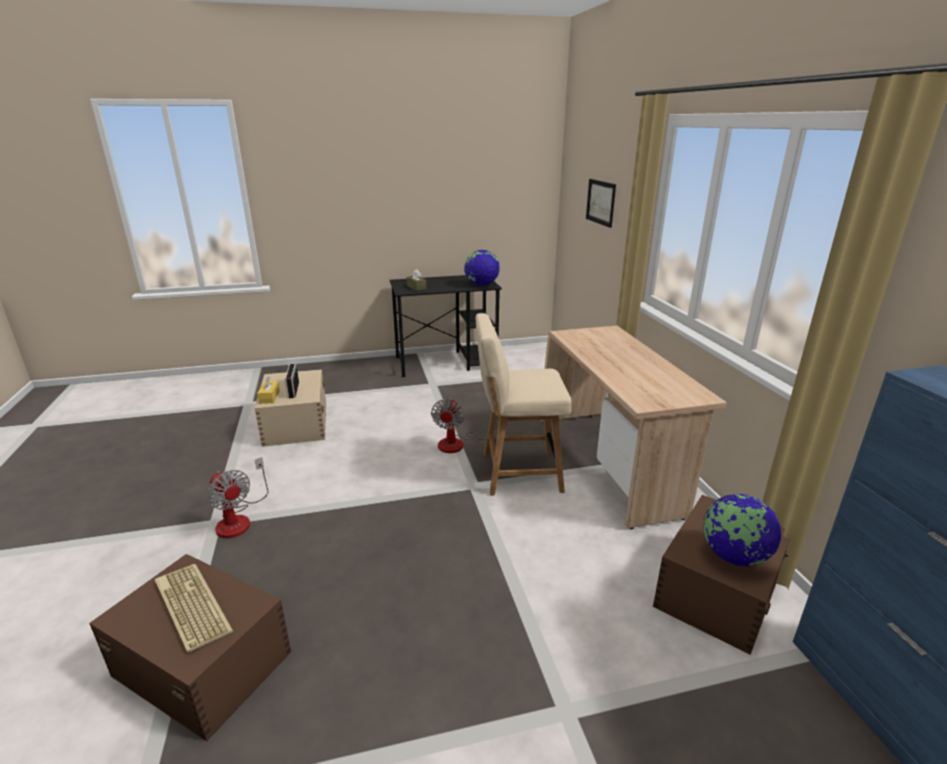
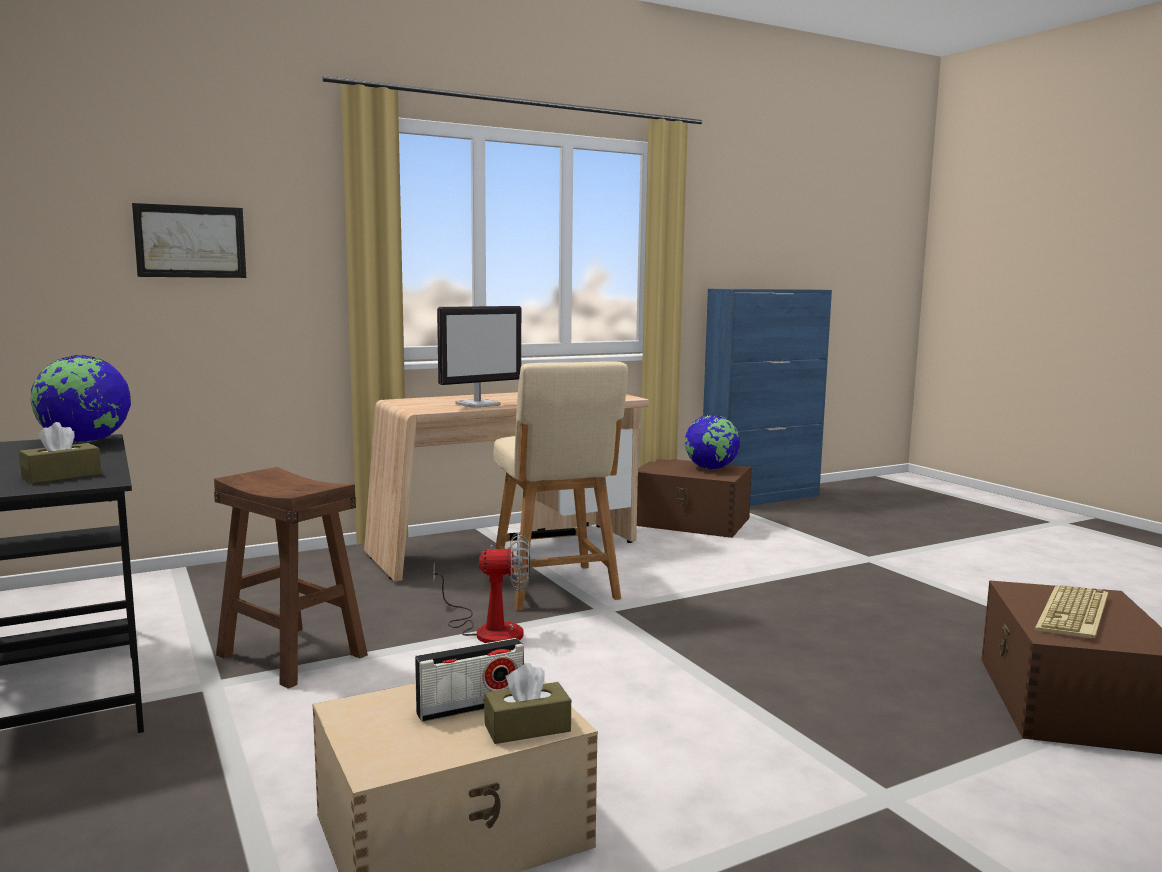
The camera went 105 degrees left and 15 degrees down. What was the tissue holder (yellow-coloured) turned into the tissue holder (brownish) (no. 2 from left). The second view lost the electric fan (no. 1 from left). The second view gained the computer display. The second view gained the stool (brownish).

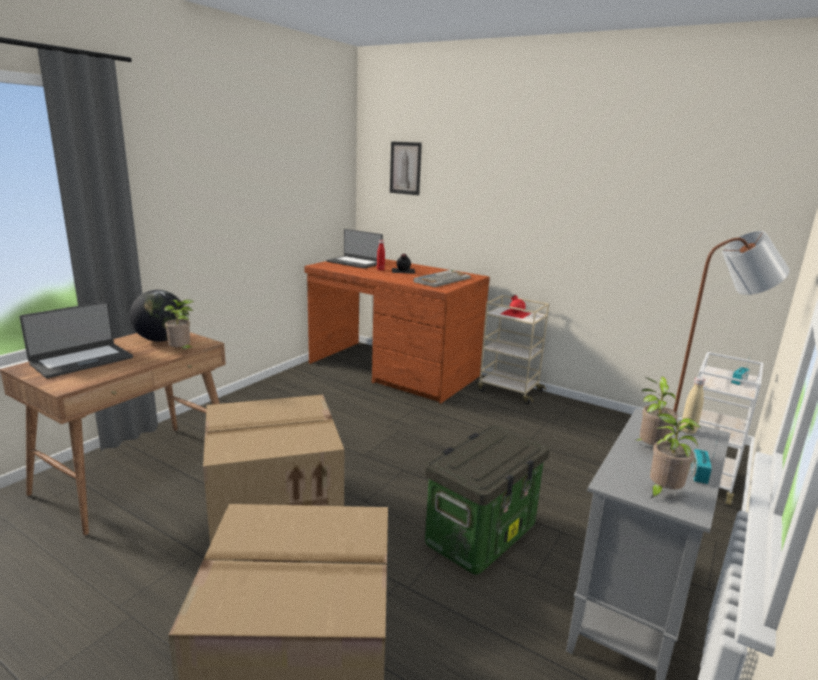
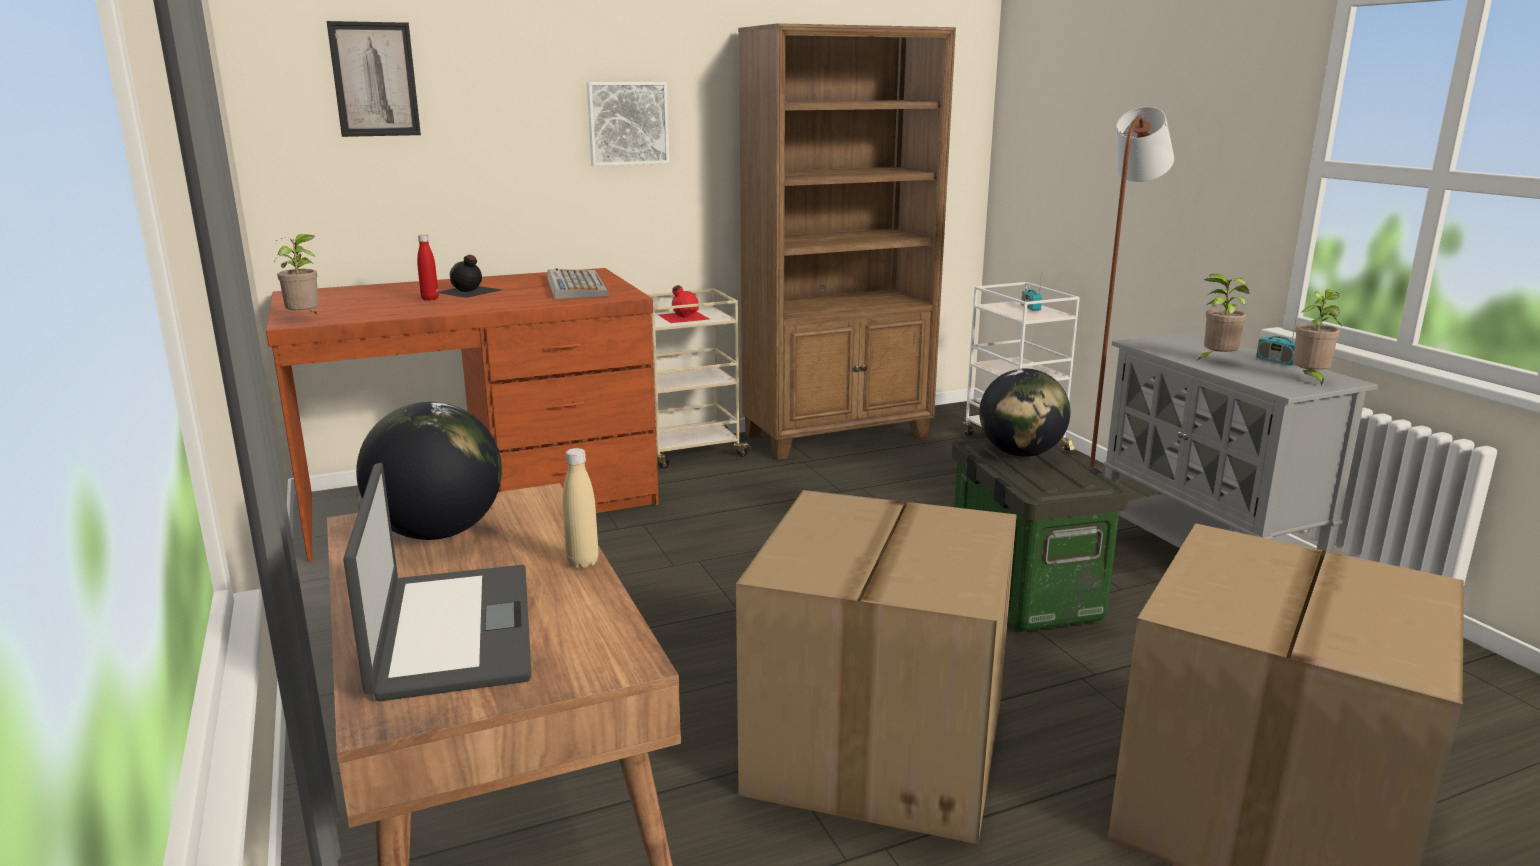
The camera went 55 degrees left and 0 degrees up. The second view lost the laptop (no. 2 from left). The plant in a pot (no. 1 from left) ended up elsewhere. The drink bottle (beige-coloured) ended up elsewhere. The second view gained the bookshelf (brownish). The second view gained the wall picture (no. 2 from left). The second view gained the globe (no. 2 from left).

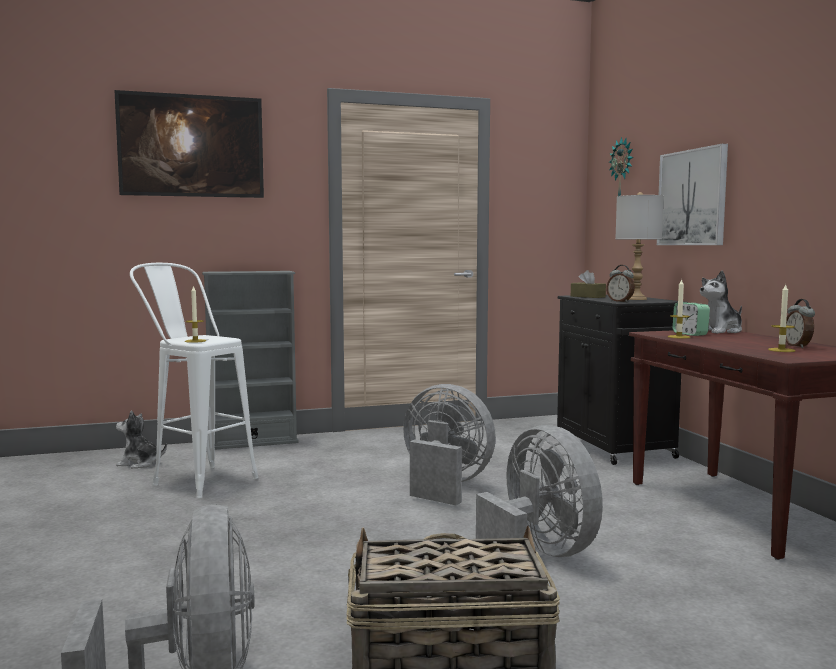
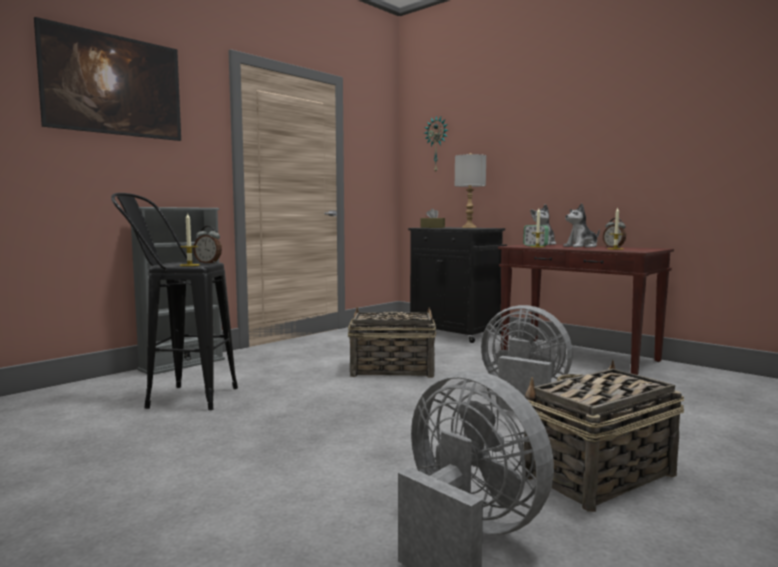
The camera went 30 degrees left and 0 degrees up. The second view lost the wall picture (no. 2 from left). What was the stool (white-coloured) turned into the stool (black). The table clock (no. 1 from left) ended up elsewhere. Where the electric fan (grey) (no. 2 from left) stood, the basket (no. 1 from left) came to stand. The soft toy (no. 1 from left in the first image) ended up elsewhere.

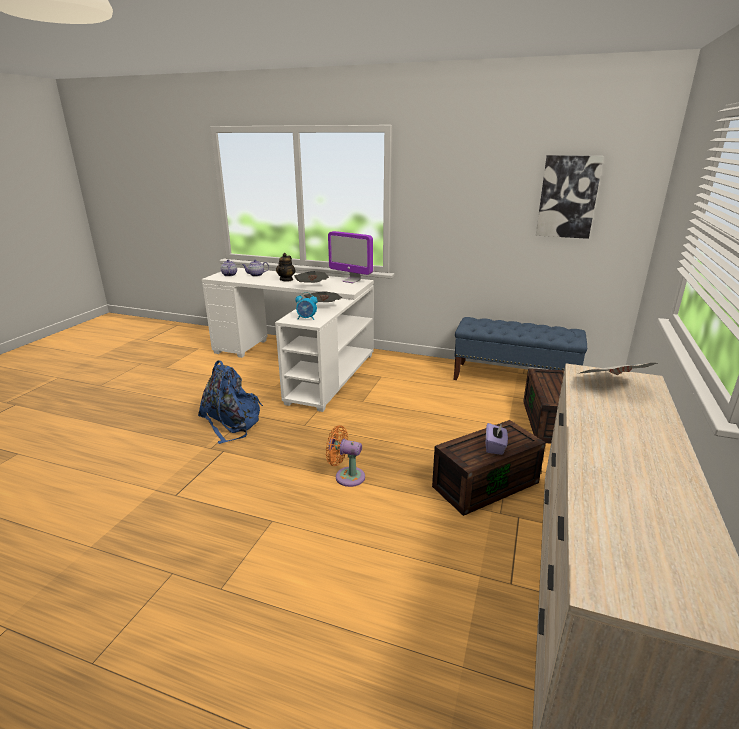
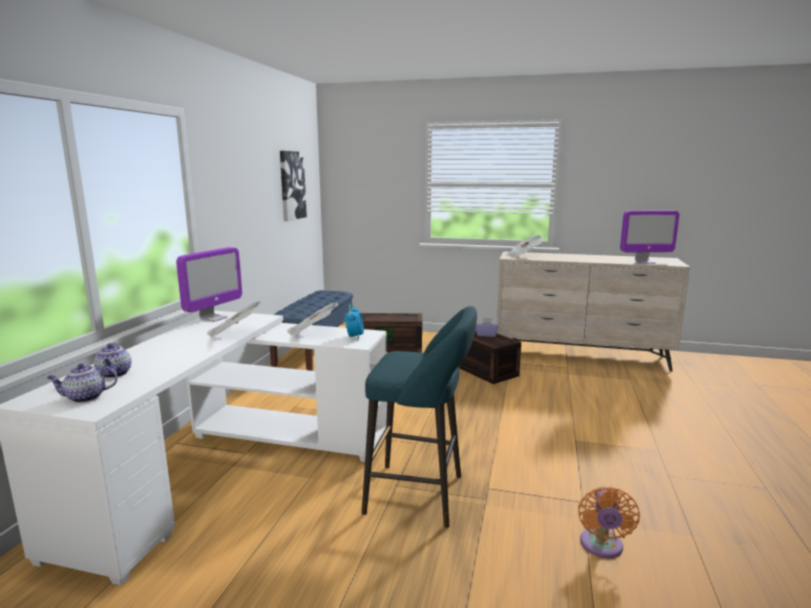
The camera went 95 degrees left and 10 degrees down. The second view lost the pot for tea (no. 3 from left). Where the rucksack (bluish) stood, the stool (turquoise-coloured) came to stand. The electric fan (orange-coloured) ended up elsewhere. The second view gained the computer display (no. 2 from left).

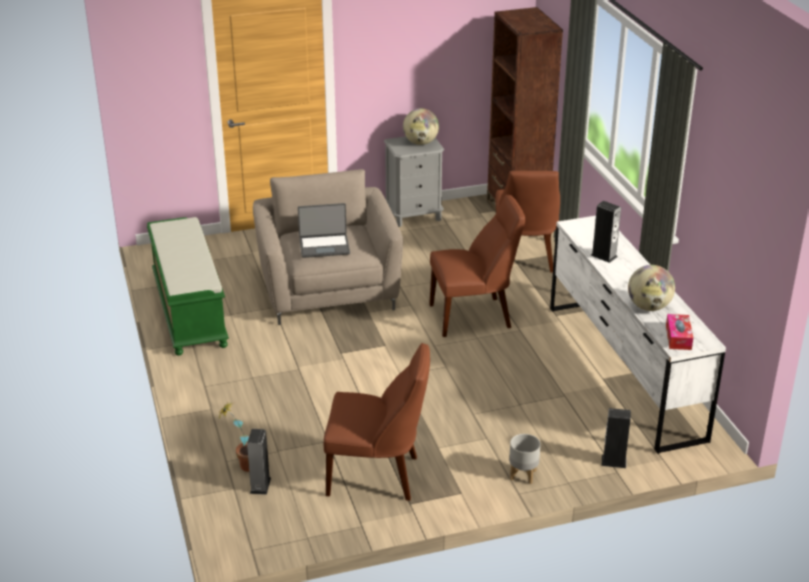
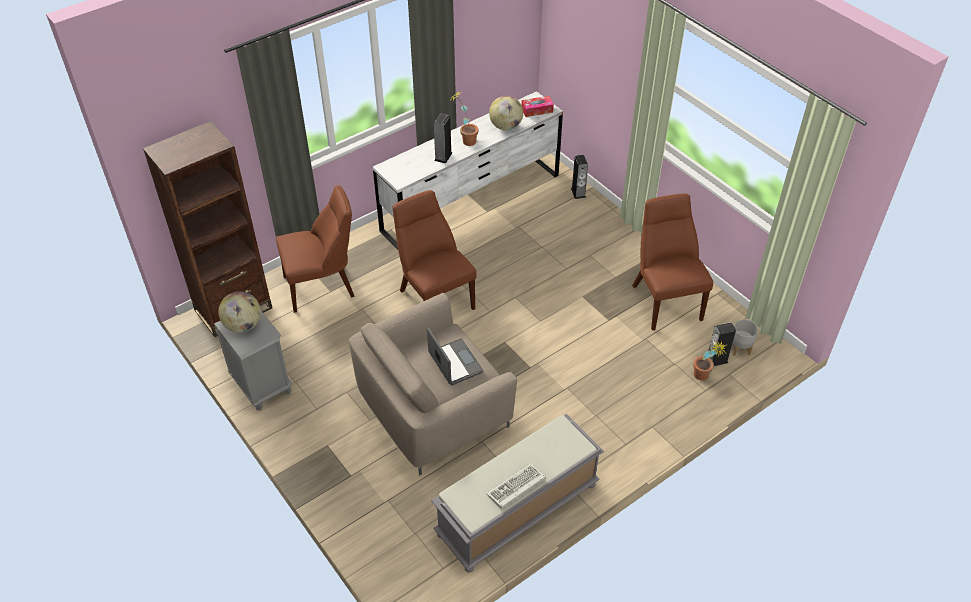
The camera went 110 degrees left and 15 degrees up. What was the bench (greenish) turned into the bench (grey). The flower pot (grey) ended up elsewhere. The second view gained the plant in a pot (no. 1 from left). The second view gained the computer keyboard.

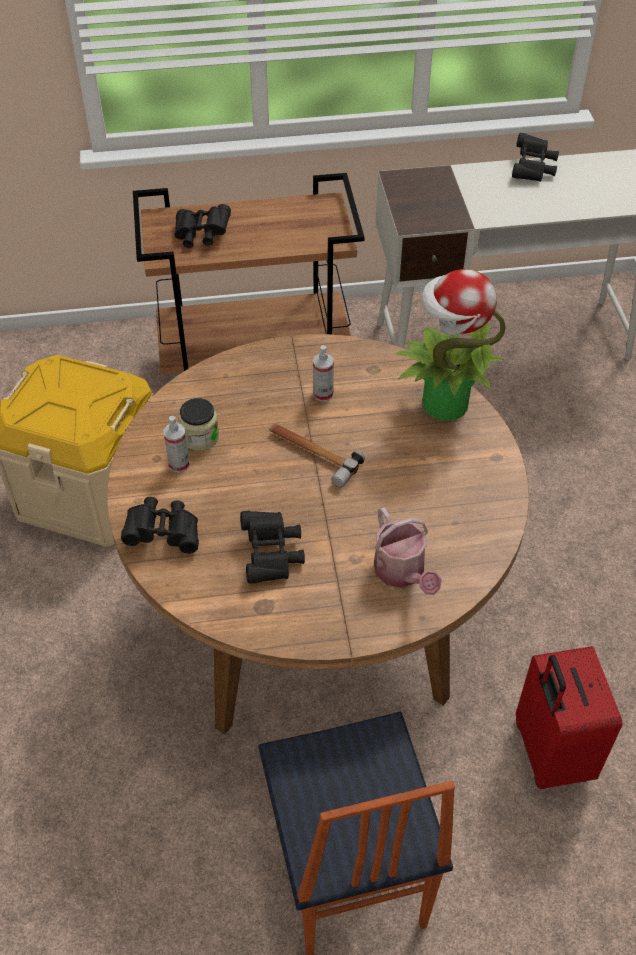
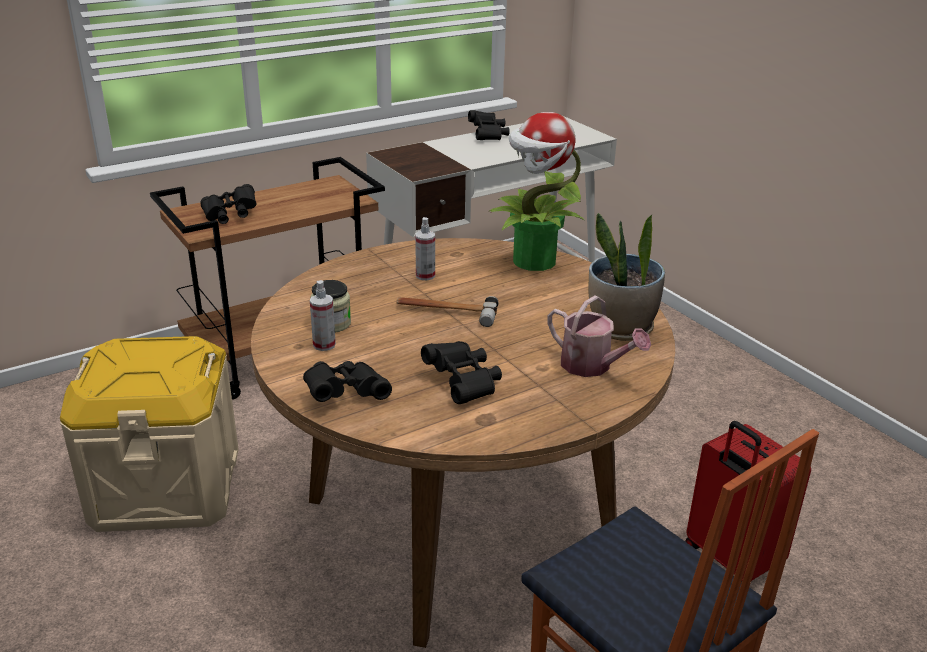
The camera went 25 degrees left and 20 degrees down. The second view gained the plant in a pot (no. 2 from left).

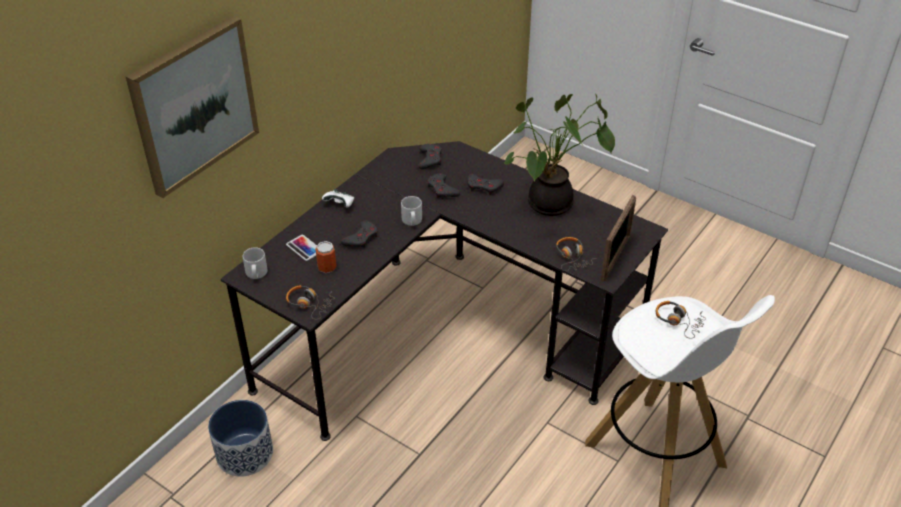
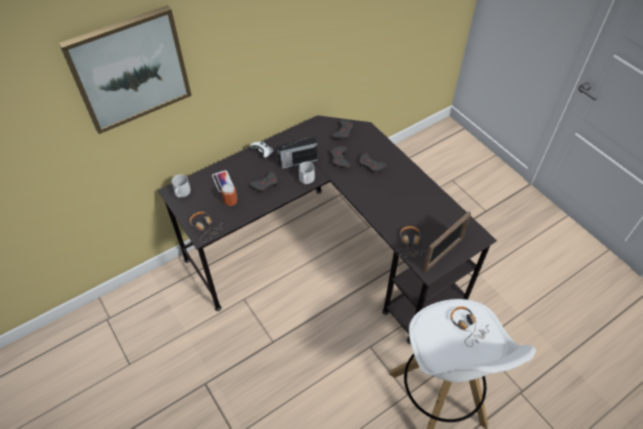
The camera went 20 degrees right and 10 degrees up. The second view lost the plant in a pot. The second view lost the flower pot. The second view gained the radio.

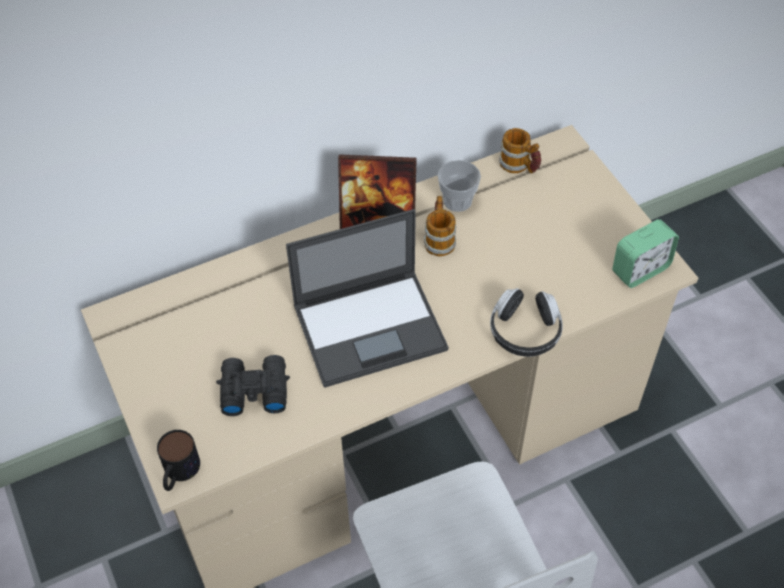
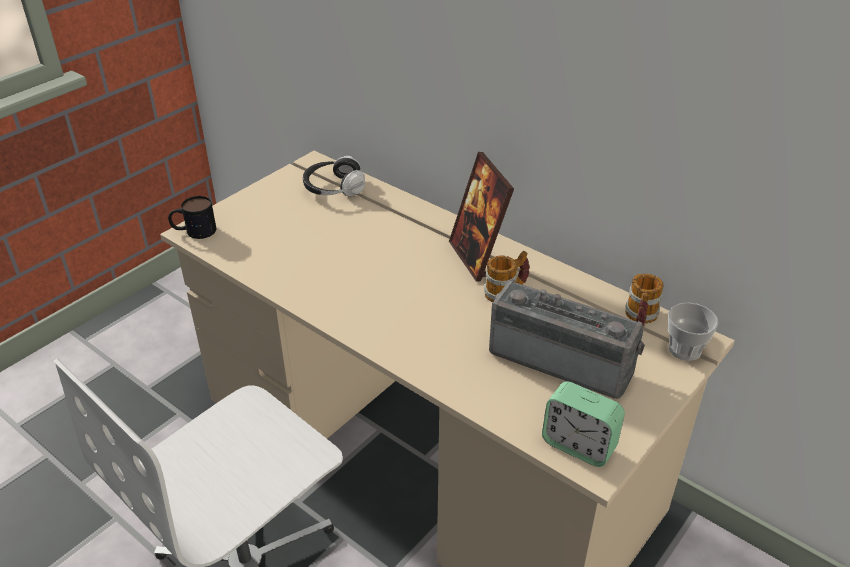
The camera went 65 degrees right and 15 degrees down. The cup ended up elsewhere. The second view lost the laptop. The headphones ended up elsewhere. The second view lost the pair of binoculars (black). The second view gained the radio.

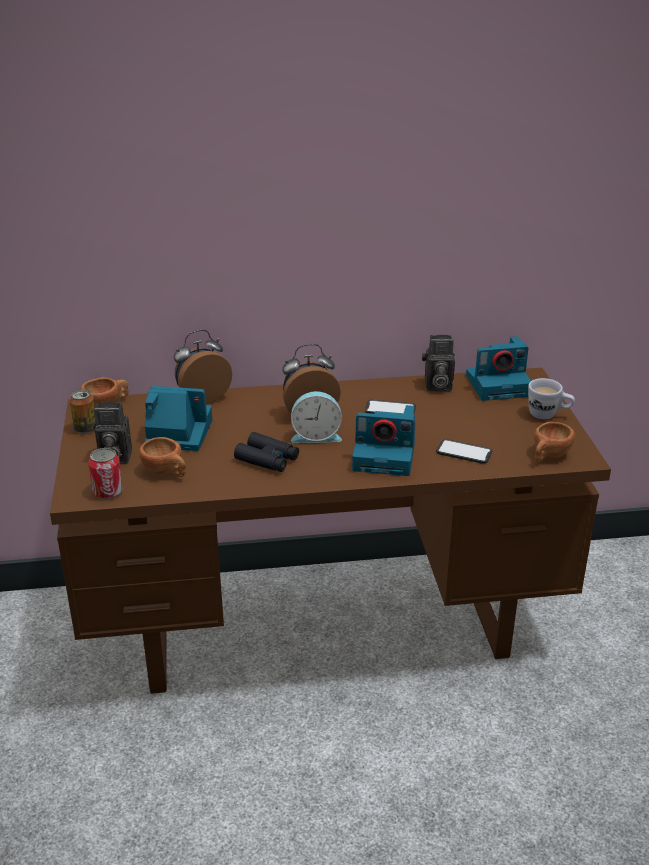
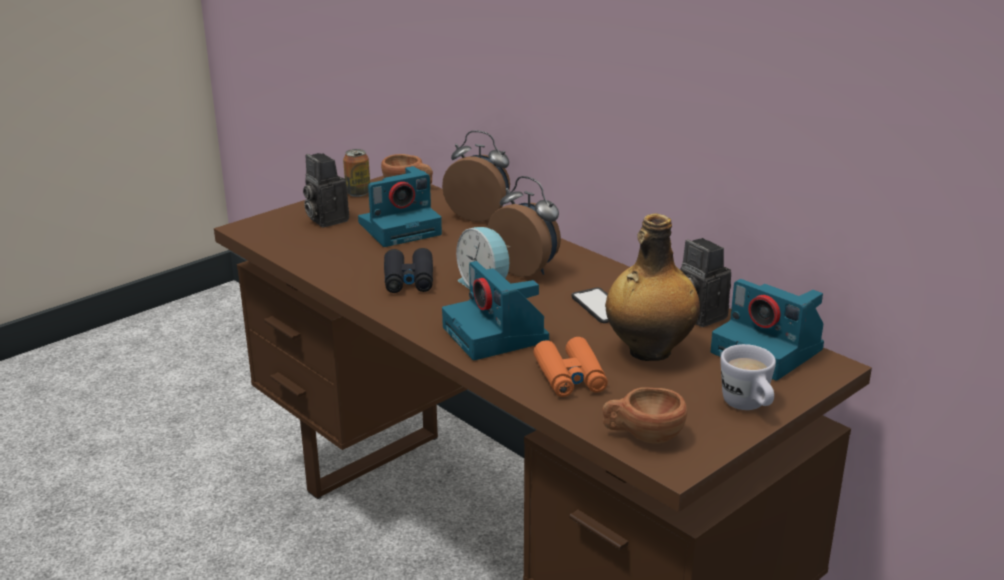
The camera went 55 degrees right and 5 degrees down. The photo camera (no. 2 from left) ended up facing another way, 90 degrees clockwise from before. The second view lost the cup (brownish) (no. 2 from left). Where the handset (no. 2 from left) stood, the pair of binoculars (orange-coloured) came to stand. The second view lost the sealed can (no. 2 from left). The second view gained the drink bottle.

